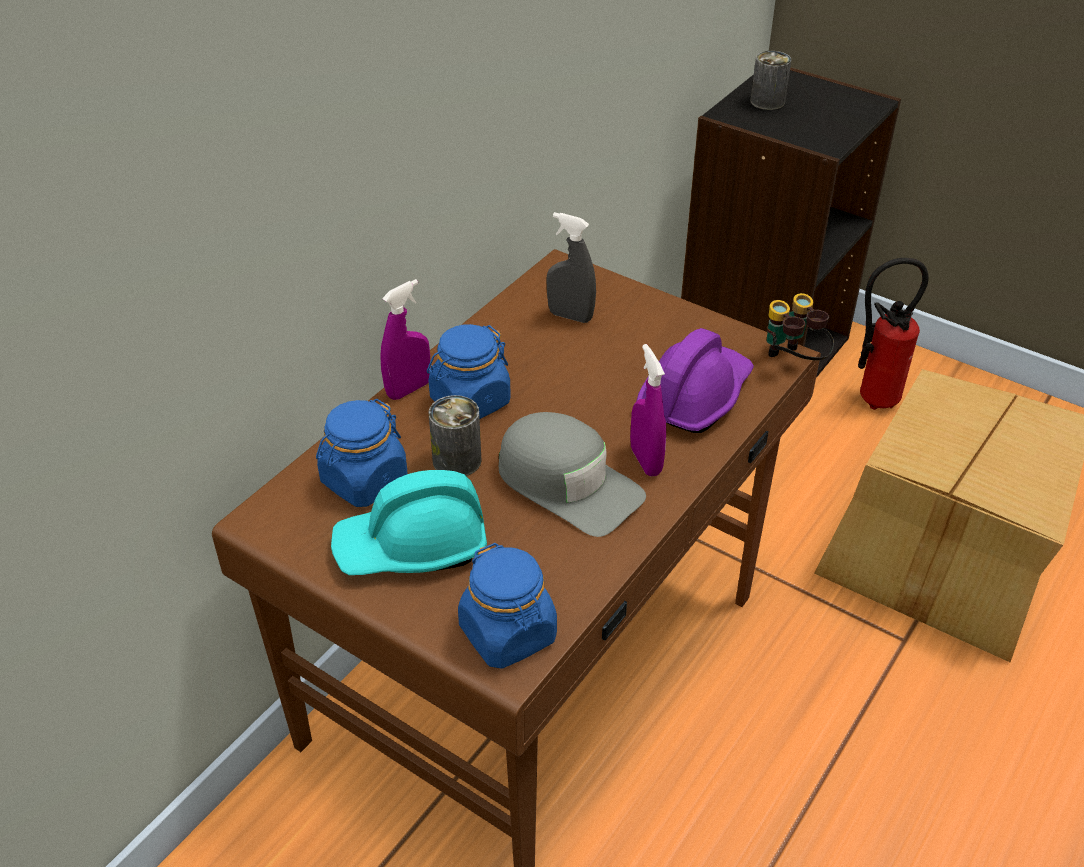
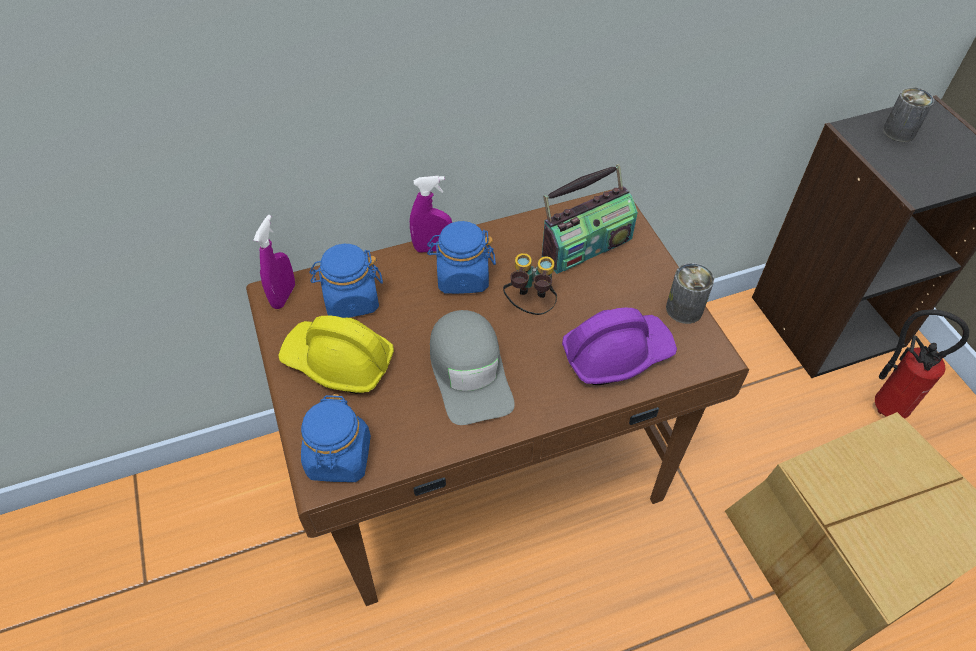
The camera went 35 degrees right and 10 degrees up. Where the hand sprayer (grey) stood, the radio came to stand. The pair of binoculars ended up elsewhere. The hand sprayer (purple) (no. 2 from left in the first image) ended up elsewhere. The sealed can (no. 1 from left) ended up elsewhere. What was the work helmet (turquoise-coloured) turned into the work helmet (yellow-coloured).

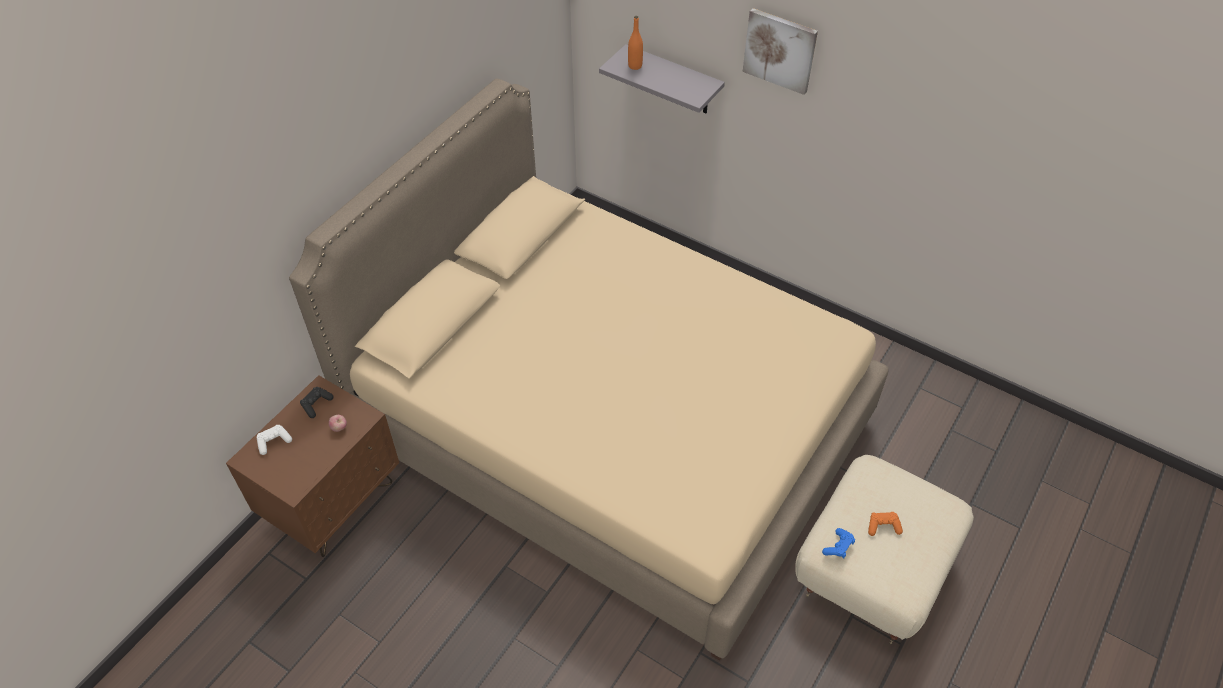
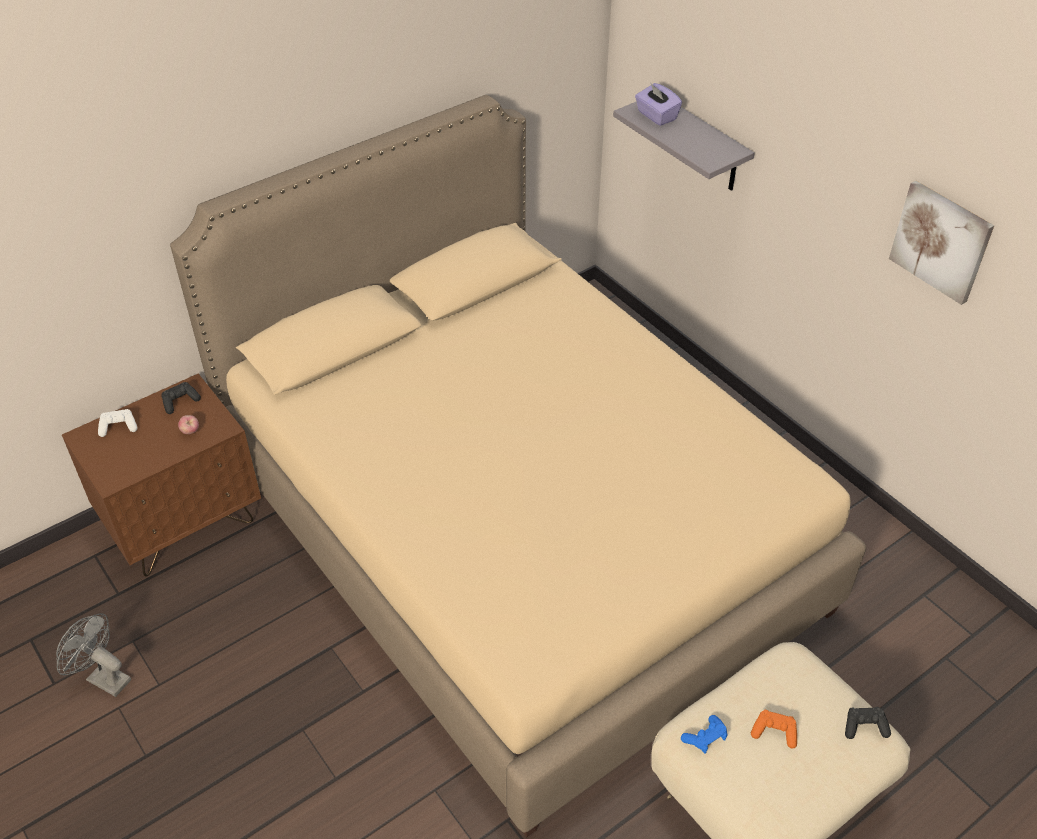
The camera went 20 degrees right and 5 degrees down. The wall picture ended up elsewhere. Where the drink bottle (orange-coloured) stood, the tissue holder (purple) came to stand. The second view gained the electric fan (grey). The second view gained the joypad (black) (no. 2 from left).

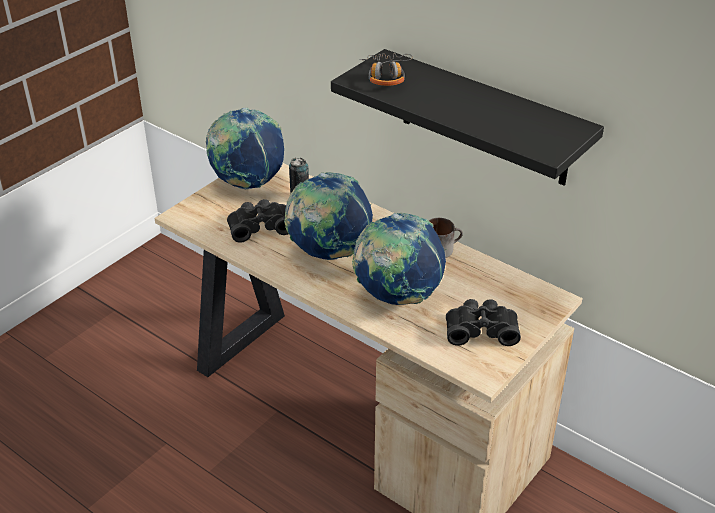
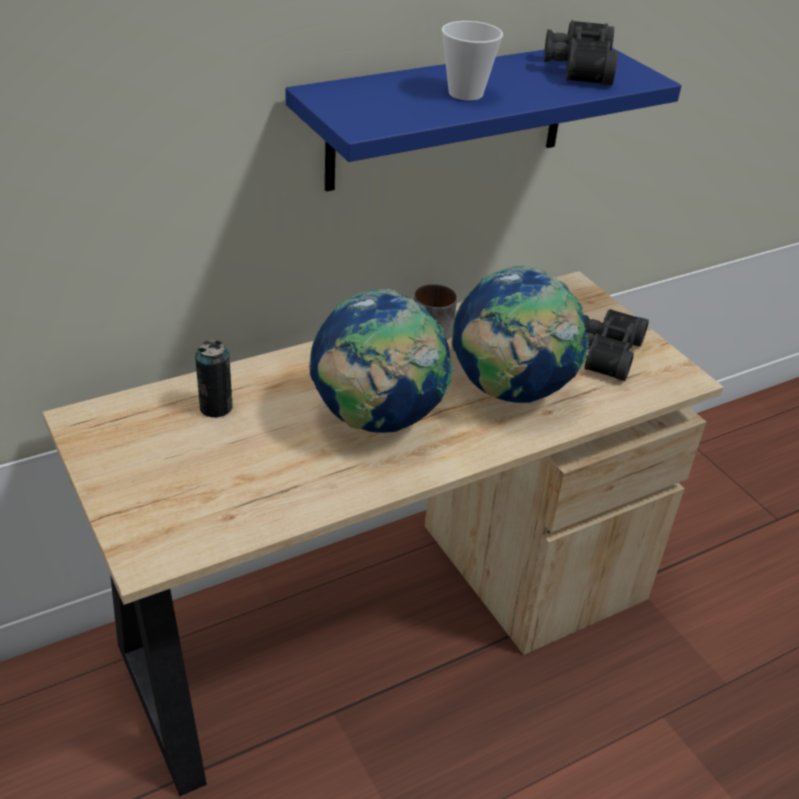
The camera went 70 degrees left and 0 degrees up. What was the bracket shelf (black) turned into the bracket shelf (bluish). The second view lost the headphones. The second view lost the globe (no. 1 from left). The pair of binoculars (black) (no. 1 from left) ended up elsewhere. The second view gained the cup.

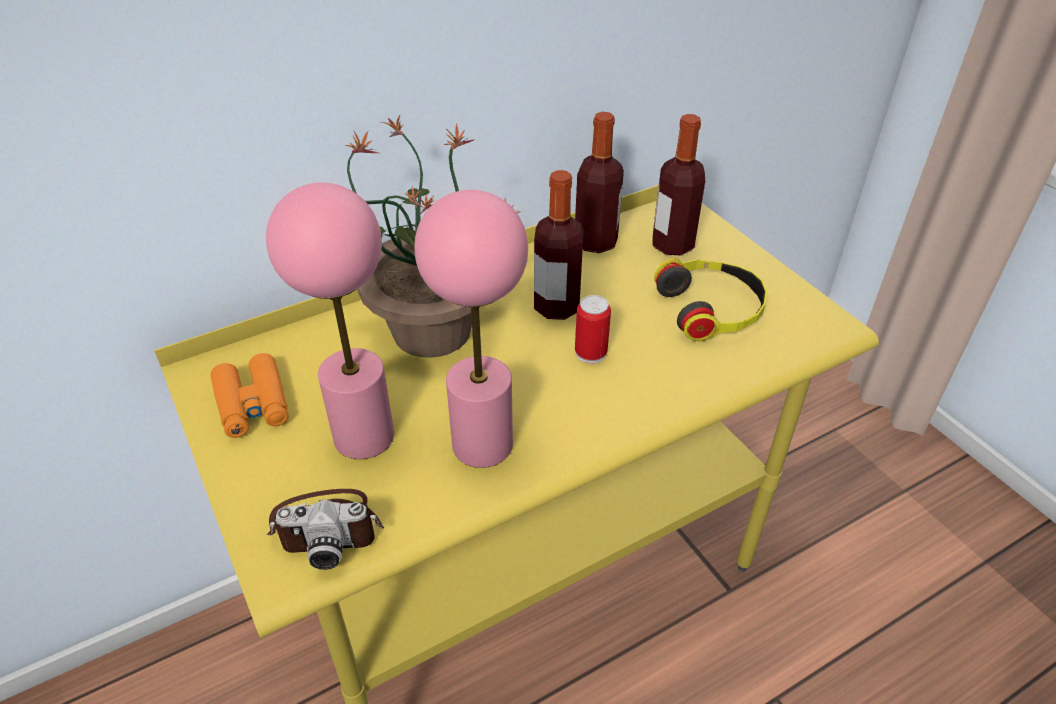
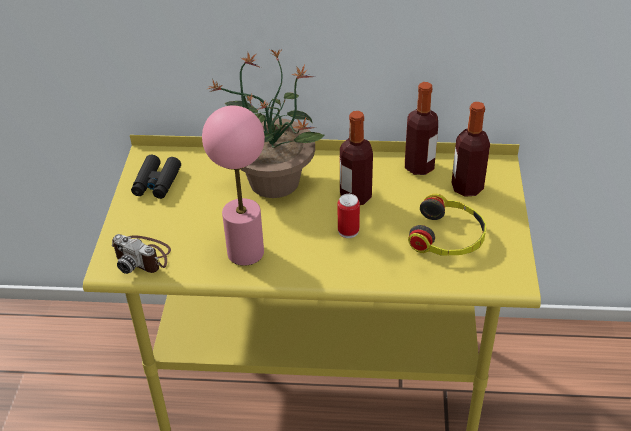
The camera went 35 degrees right and 0 degrees up. The second view lost the lamp for a table (pink-coloured) (no. 1 from left). What was the pair of binoculars (orange-coloured) turned into the pair of binoculars (black).

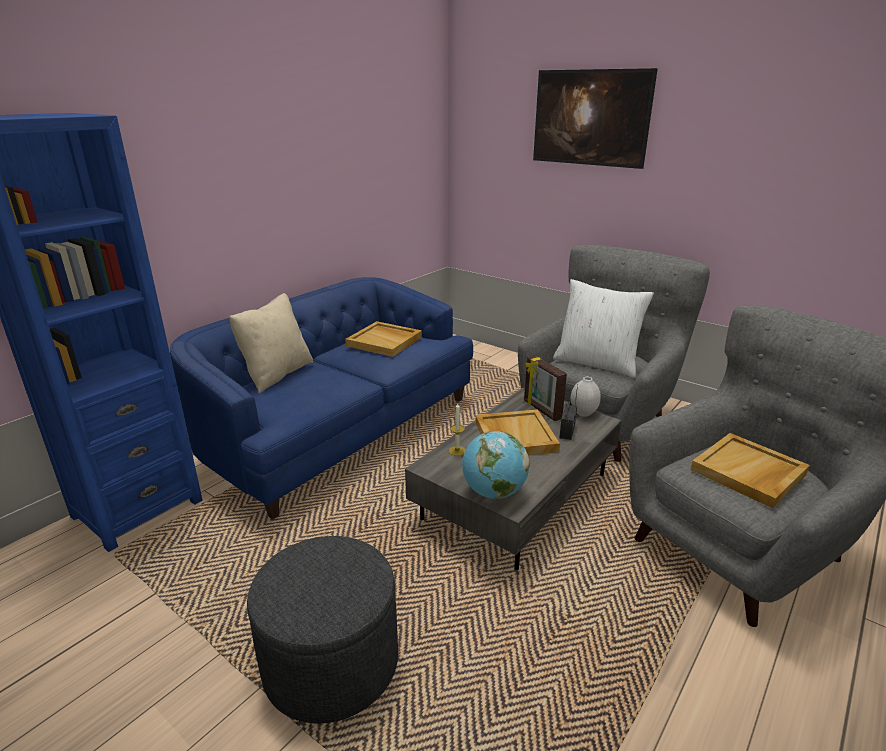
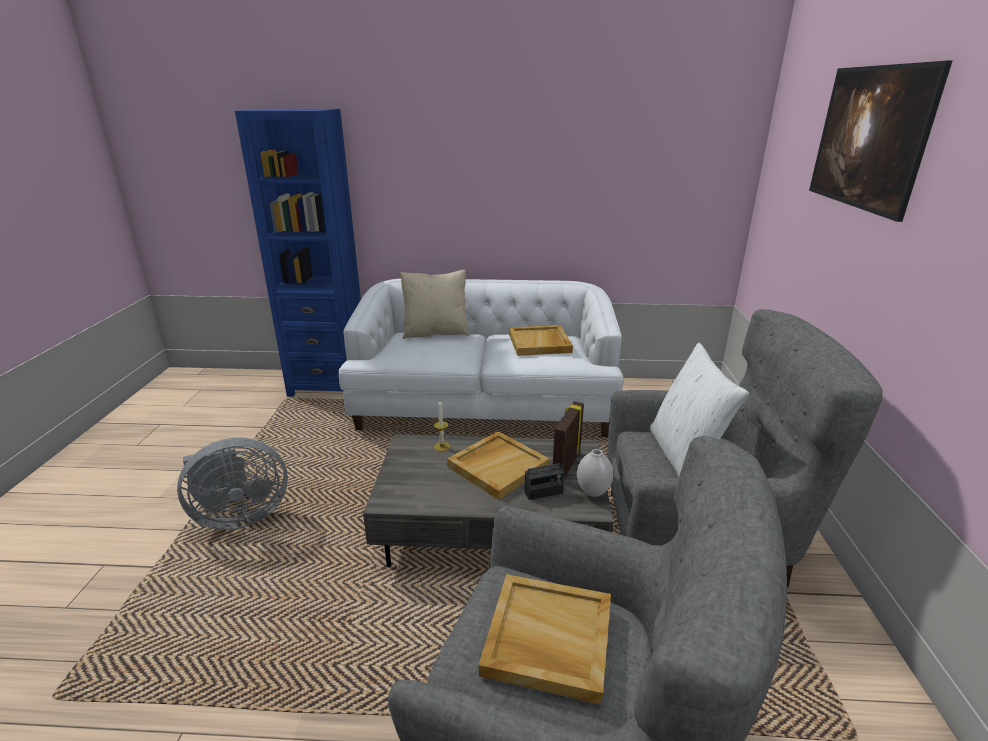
The camera went 55 degrees right and 0 degrees up. What was the couch (bluish) turned into the couch (white-coloured). The second view lost the globe. Where the footrest (grey) stood, the electric fan (grey) came to stand.

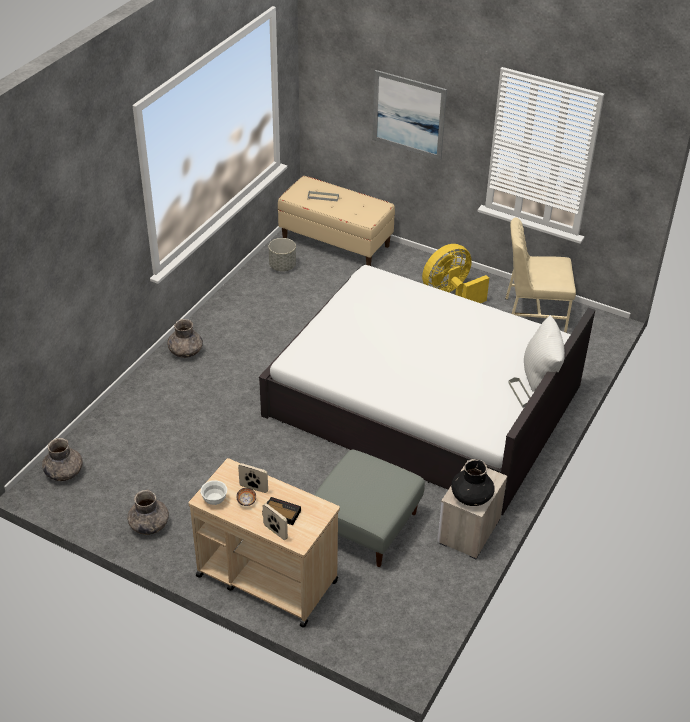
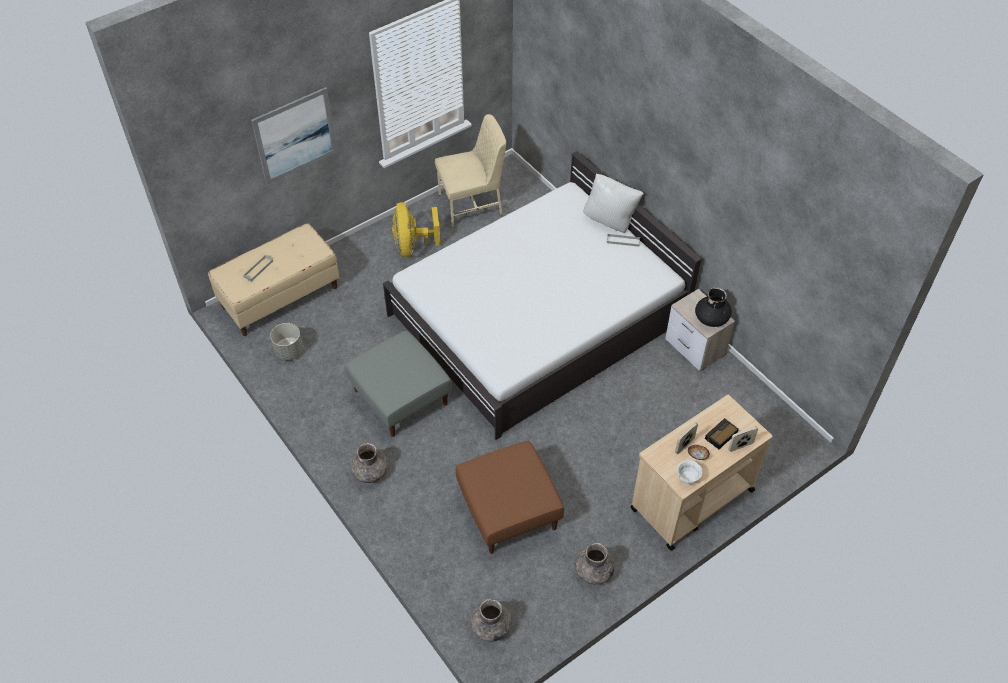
The camera went 65 degrees left and 10 degrees up. The plain chair (beige-coloured) ended up facing another way, 135 degrees counterclockwise from before. The footrest (grey) ended up elsewhere. The second view gained the footrest (brownish).

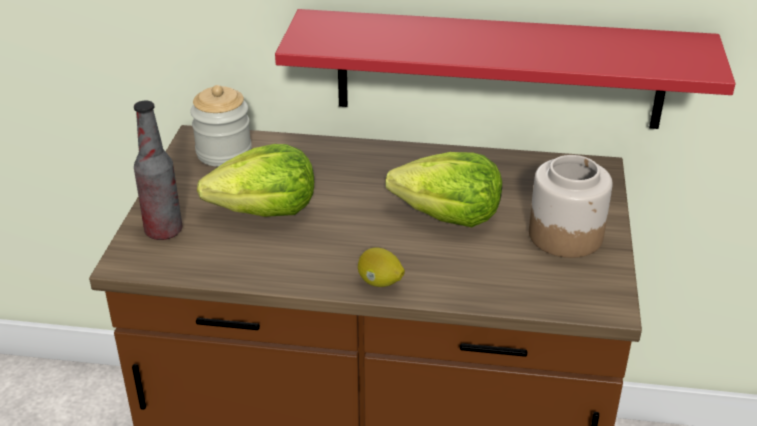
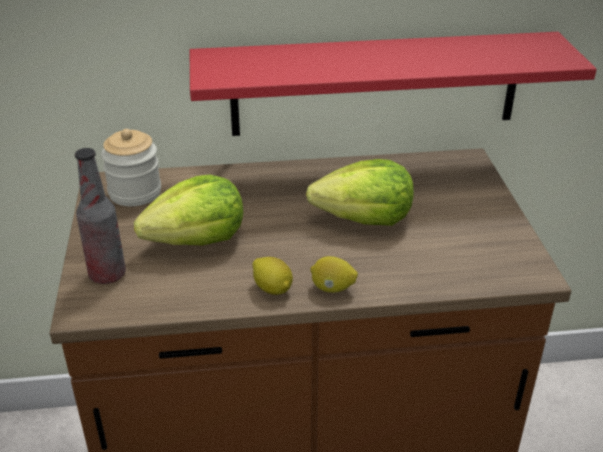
The camera went 15 degrees left and 0 degrees up. The second view lost the preserve jar (no. 2 from left). The second view gained the whole lemon (no. 1 from left).

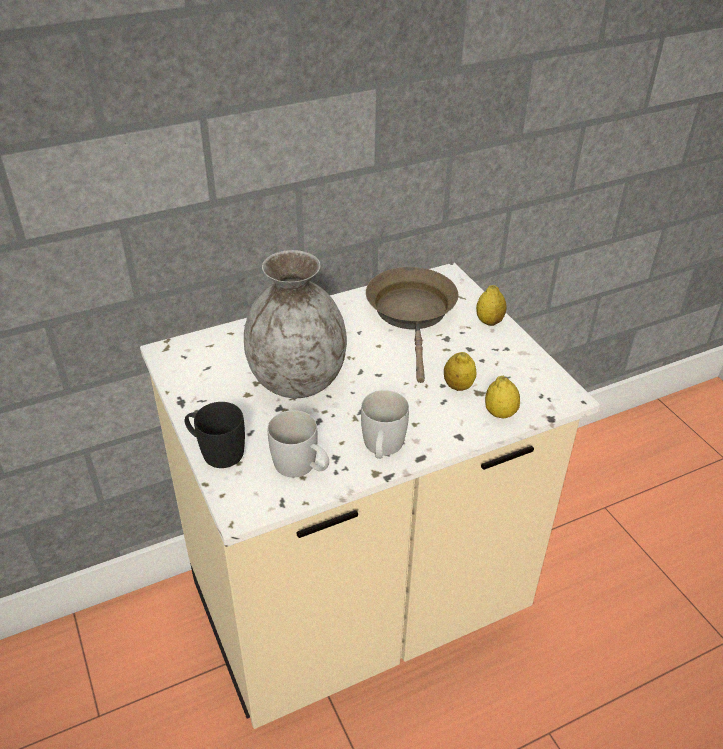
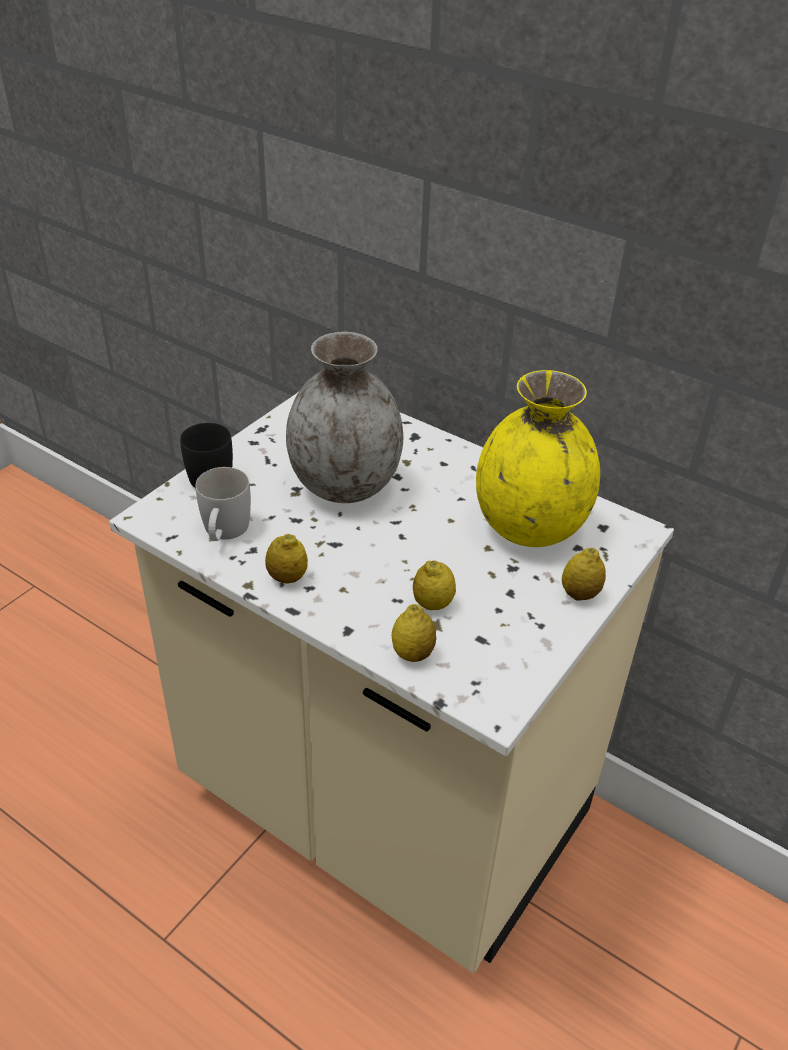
The camera went 60 degrees right and 0 degrees up. Where the skillet (brownish) stood, the flower vase (yellow-coloured) came to stand. Where the mug (white-coloured) (no. 2 from left) stood, the whole lemon (no. 1 from left) came to stand.

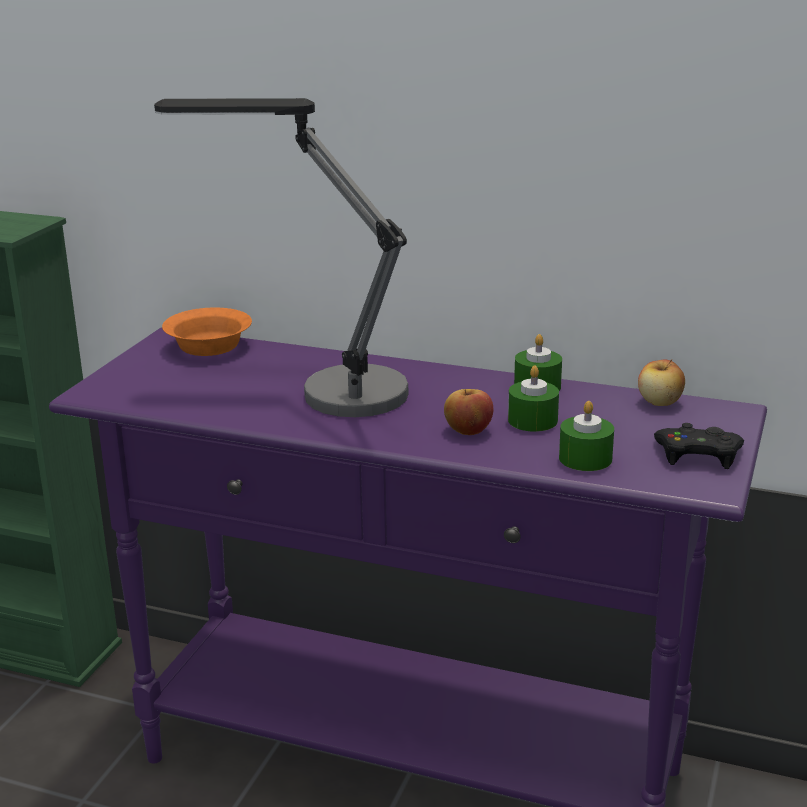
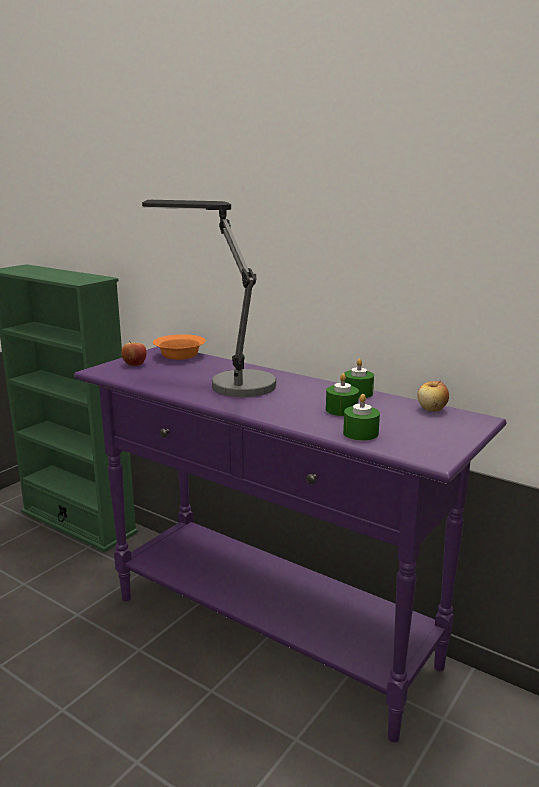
The camera went 15 degrees right and 5 degrees down. The apple (no. 1 from left) ended up elsewhere. The second view lost the joypad (black).

